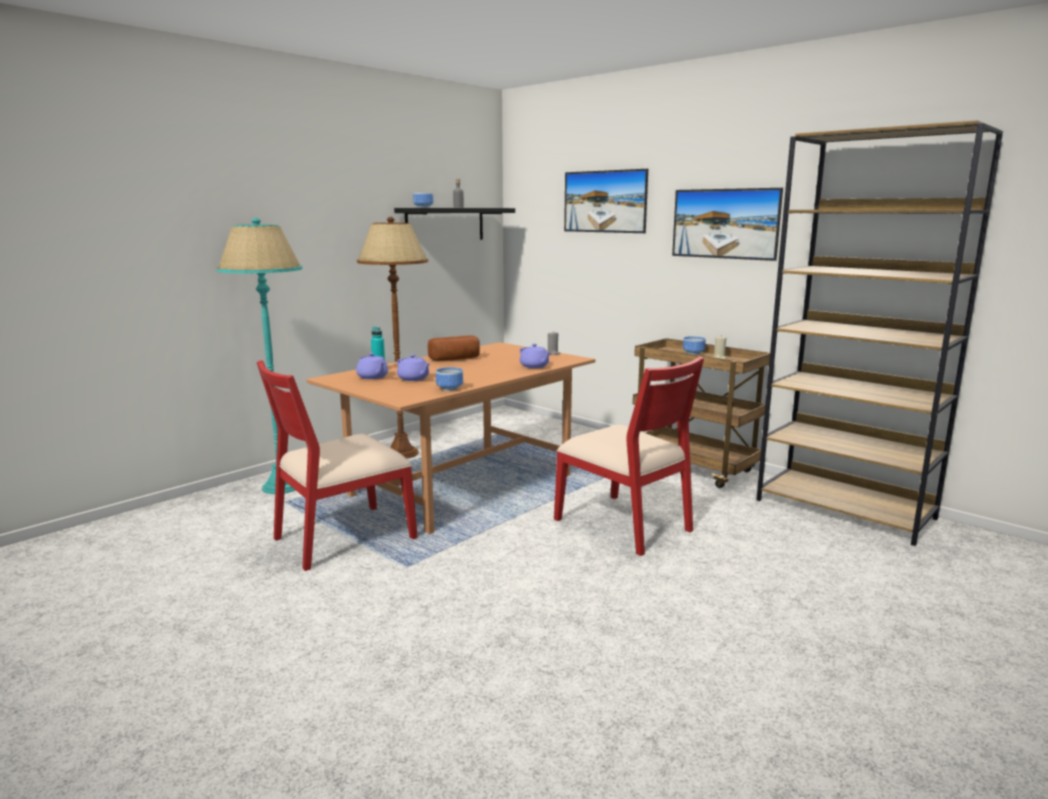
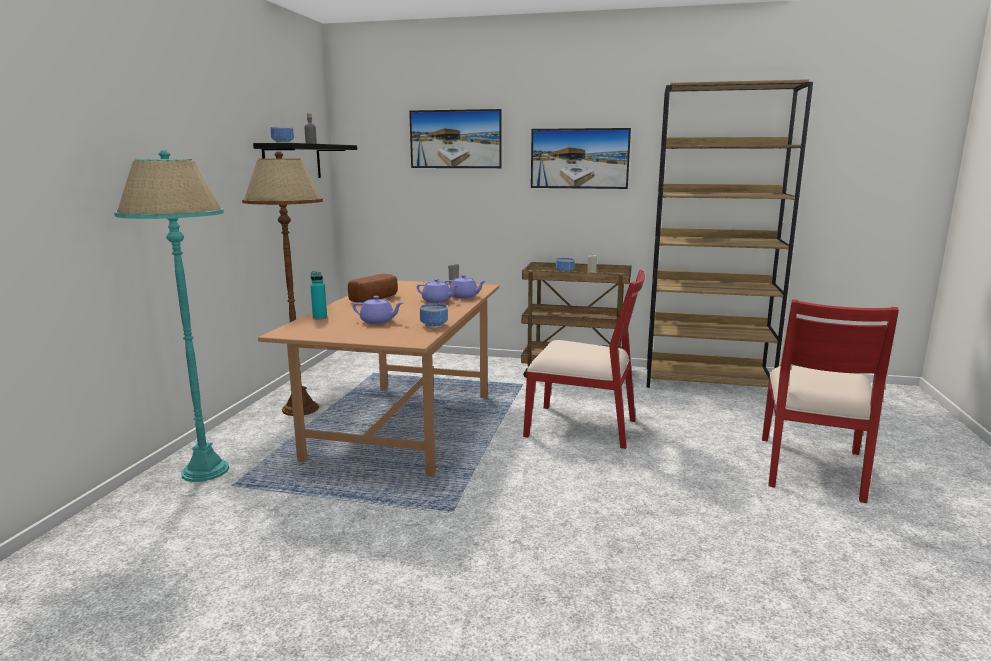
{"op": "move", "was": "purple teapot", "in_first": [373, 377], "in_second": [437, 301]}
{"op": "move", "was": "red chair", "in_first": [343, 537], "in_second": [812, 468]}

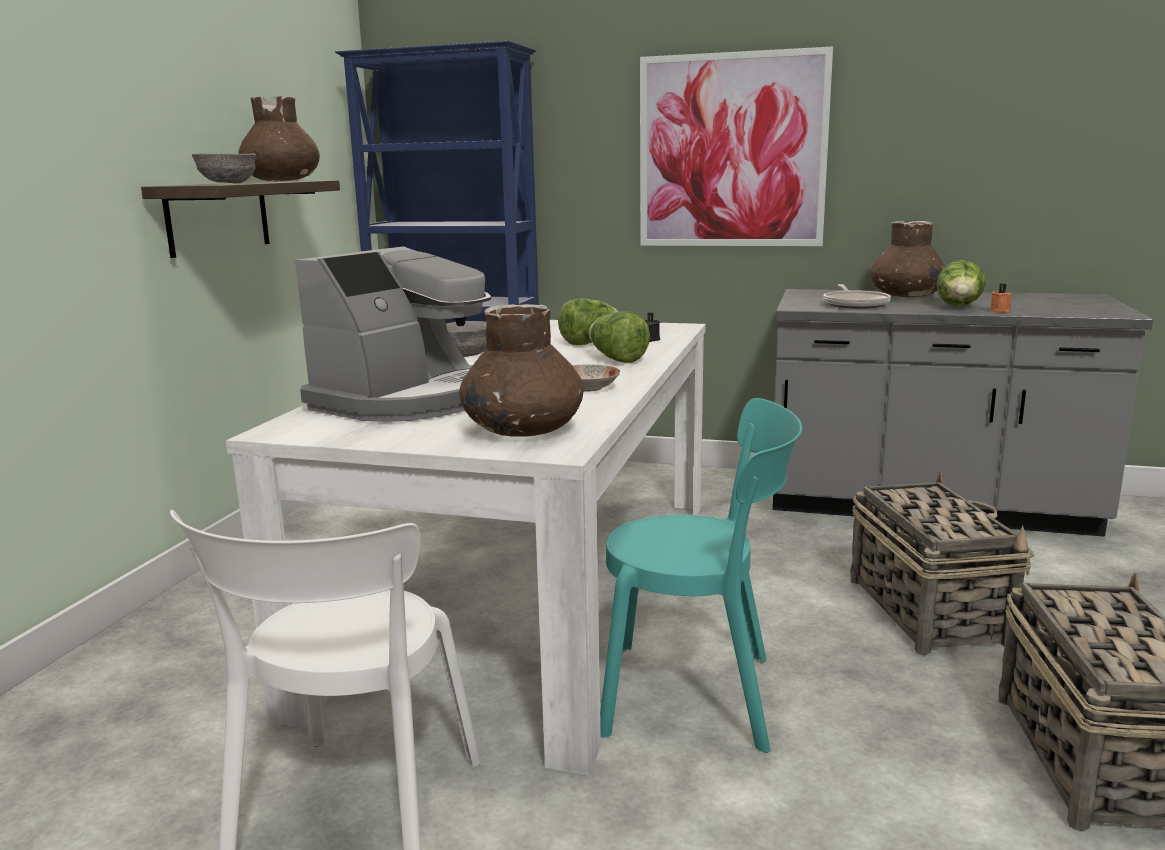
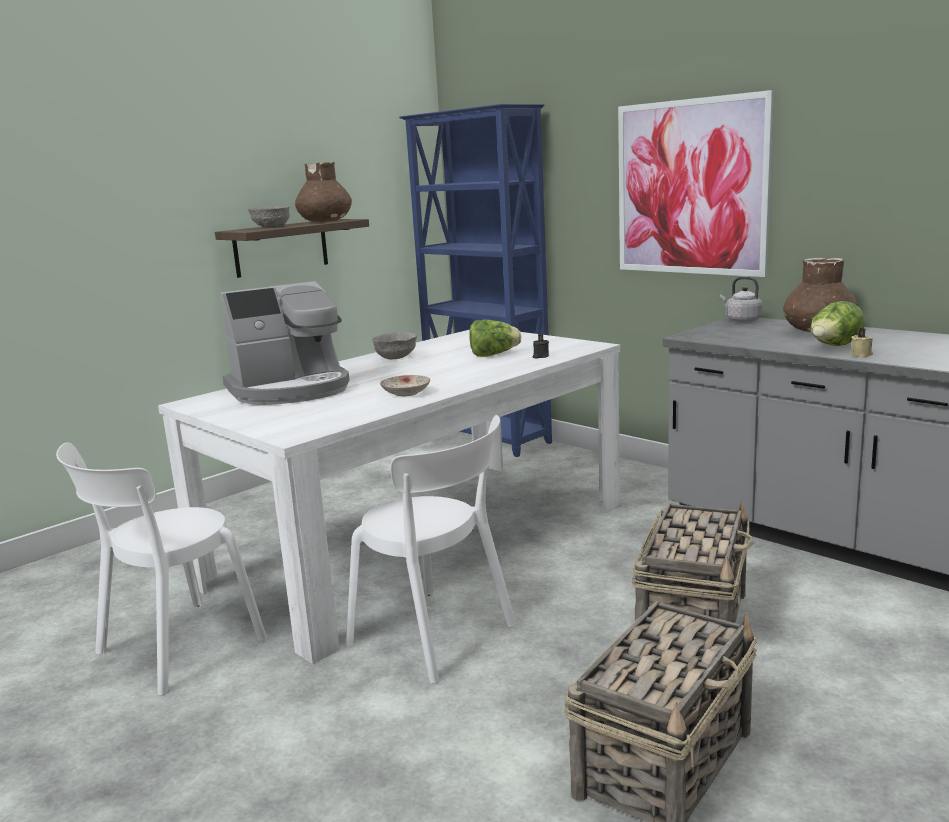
{"op": "recolor", "was": "turquoise chair", "now": "white chair", "in_first": [699, 696], "in_second": [437, 637]}
{"op": "insert", "now": "grey kettle", "in_second": [741, 320]}
{"op": "recolor", "was": "orange candle", "now": "beige candle", "in_first": [1001, 311], "in_second": [861, 355]}
{"op": "delete", "was": "brown vase", "in_first": [523, 430]}
{"op": "delete", "was": "lettuce", "in_first": [616, 359]}
{"op": "delete", "was": "frying pan", "in_first": [855, 304]}

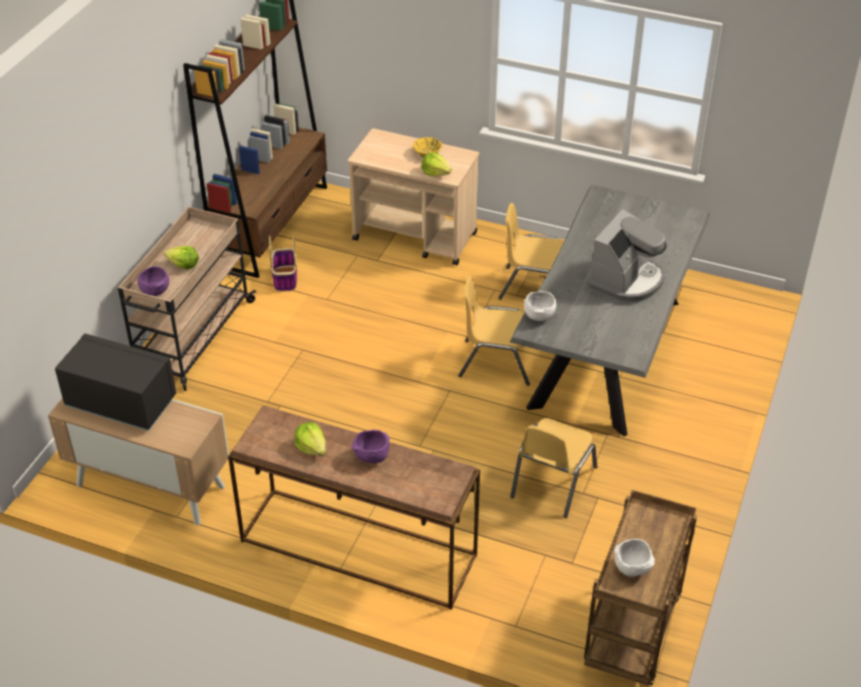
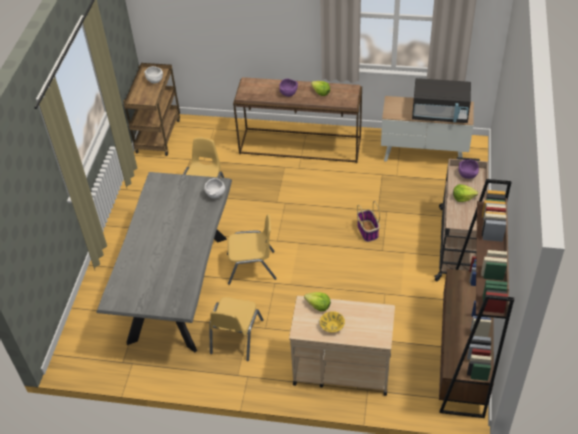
{"op": "rotate", "was": "yellow chair", "in_first": [534, 287], "in_second": [236, 337], "clockwise": 105}
{"op": "move", "was": "basket", "in_first": [285, 278], "in_second": [368, 231]}
{"op": "delete", "was": "coffee machine", "in_first": [626, 280]}

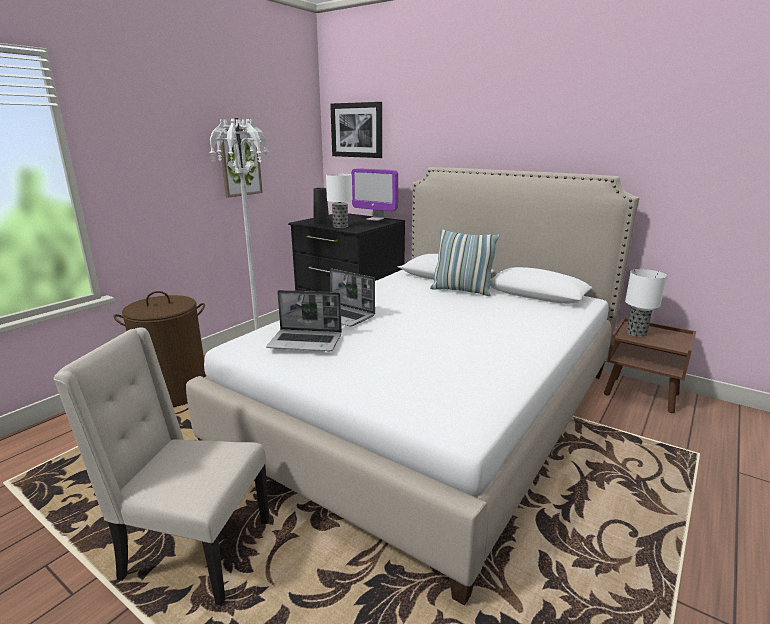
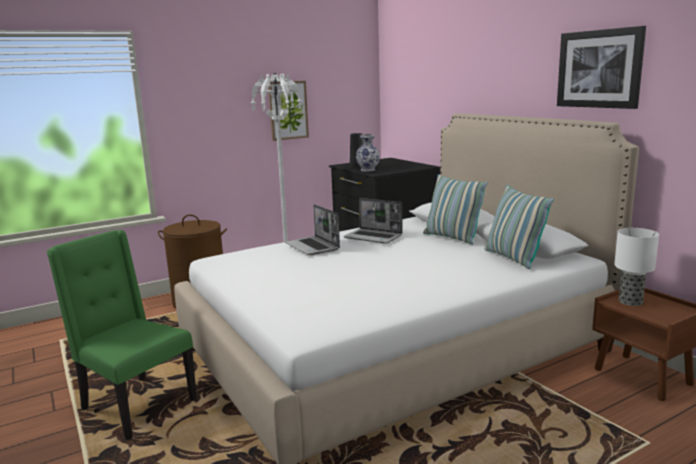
{"op": "recolor", "was": "beige chair", "now": "green chair", "in_first": [193, 551], "in_second": [136, 405]}
{"op": "move", "was": "laptop", "in_first": [306, 342], "in_second": [374, 237]}
{"op": "replace", "was": "table lamp", "now": "vase", "in_first": [340, 226], "in_second": [368, 170]}
{"op": "insert", "now": "pillow", "in_second": [513, 258]}
{"op": "move", "was": "picture", "in_first": [357, 130], "in_second": [599, 69]}
{"op": "delete", "was": "monitor", "in_first": [375, 219]}

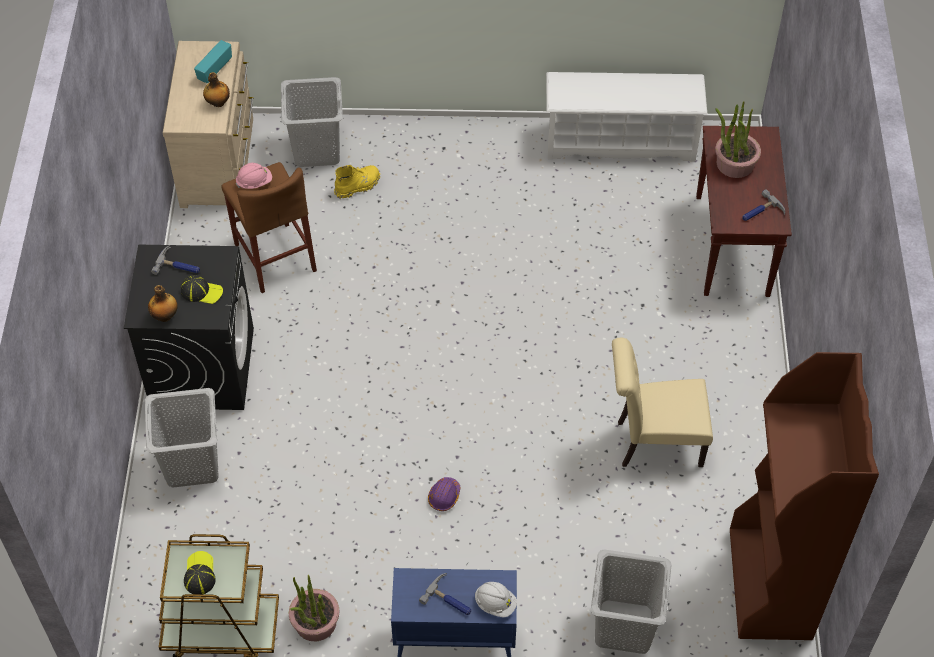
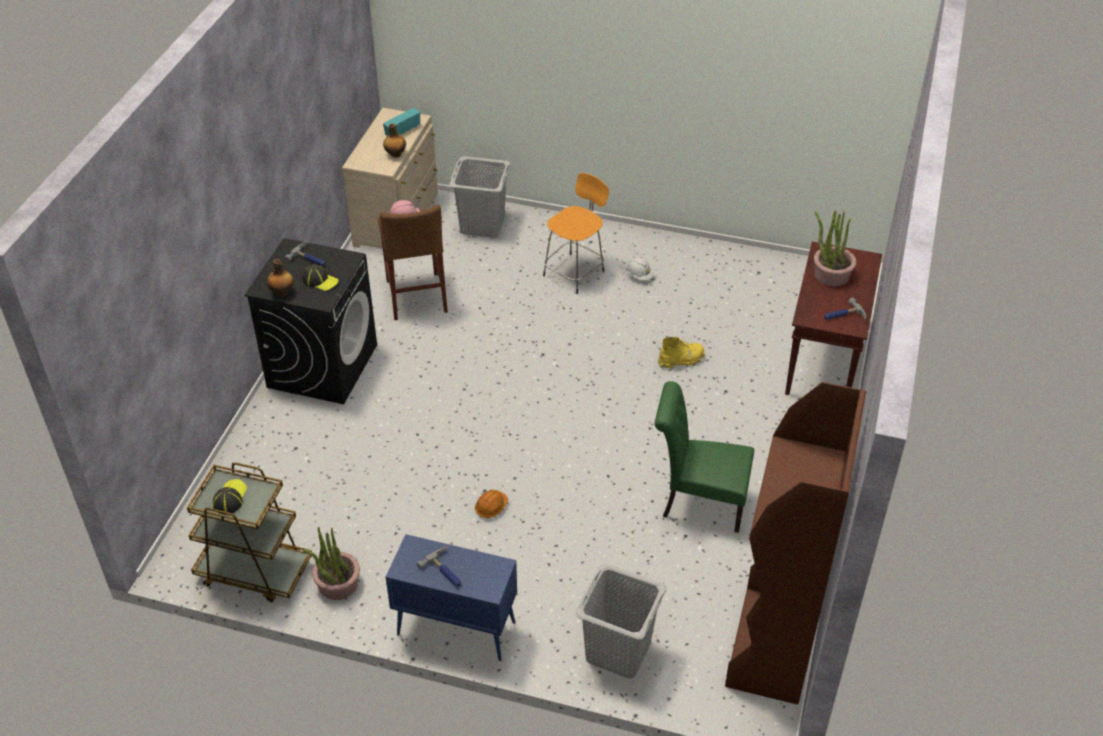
{"op": "recolor", "was": "purple hard hat", "now": "orange hard hat", "in_first": [444, 496], "in_second": [491, 507]}
{"op": "insert", "now": "orange stool", "in_second": [575, 272]}
{"op": "move", "was": "white hard hat", "in_first": [495, 603], "in_second": [639, 275]}
{"op": "recolor", "was": "beige chair", "now": "green chair", "in_first": [653, 443], "in_second": [698, 503]}
{"op": "move", "was": "yellow boot", "in_first": [358, 186], "in_second": [681, 360]}
{"op": "delete", "was": "grey laundry basket", "in_first": [191, 463]}
{"op": "delete", "was": "white shoe rack", "in_first": [620, 141]}

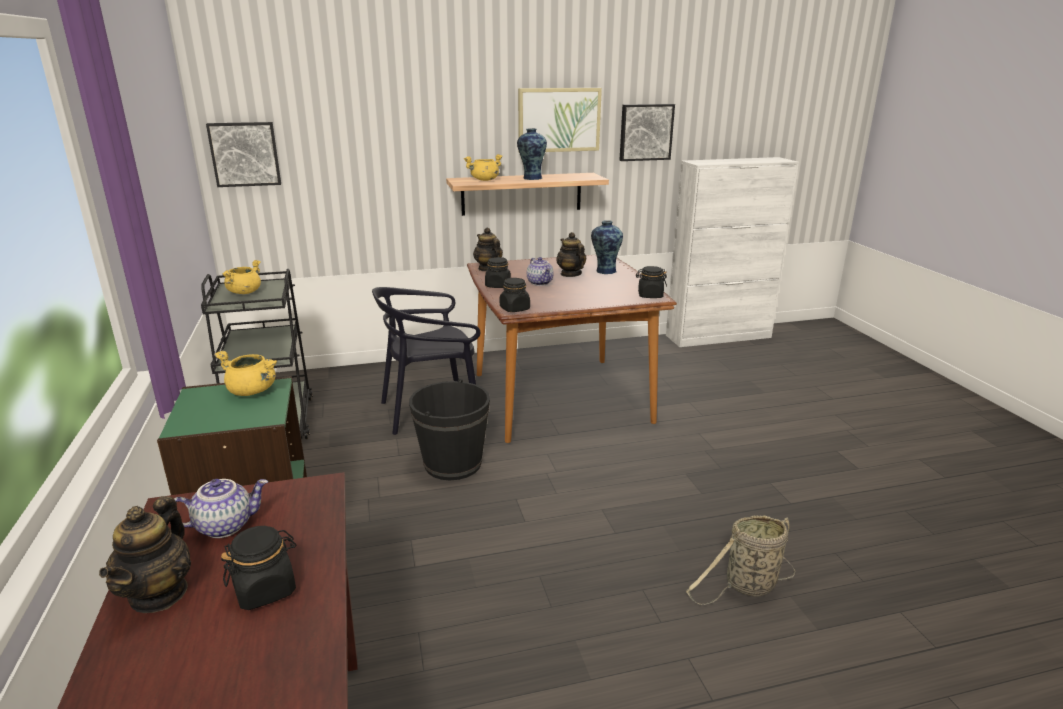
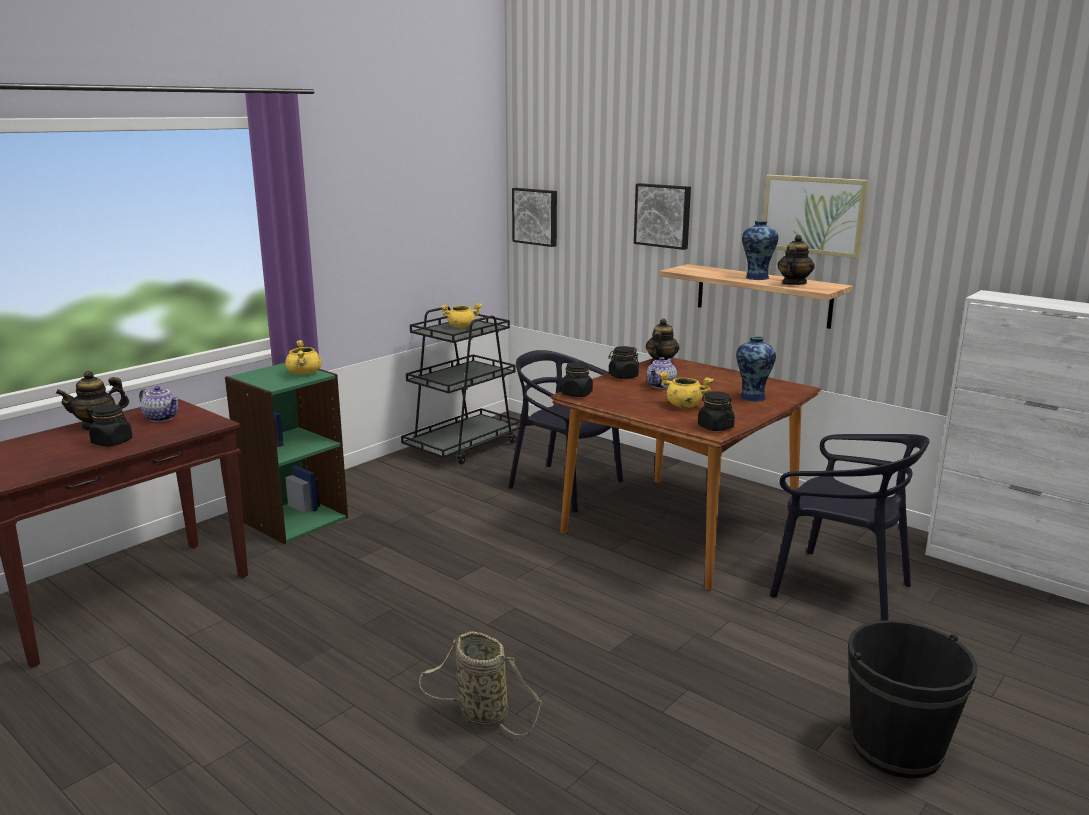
{"op": "move", "was": "picture", "in_first": [645, 132], "in_second": [663, 215]}
{"op": "move", "was": "yellow cooking pot", "in_first": [484, 180], "in_second": [683, 405]}
{"op": "insert", "now": "black chair", "in_second": [839, 588]}
{"op": "move", "was": "teapot", "in_first": [570, 274], "in_second": [793, 283]}
{"op": "move", "was": "black bucket", "in_first": [453, 464], "in_second": [896, 748]}

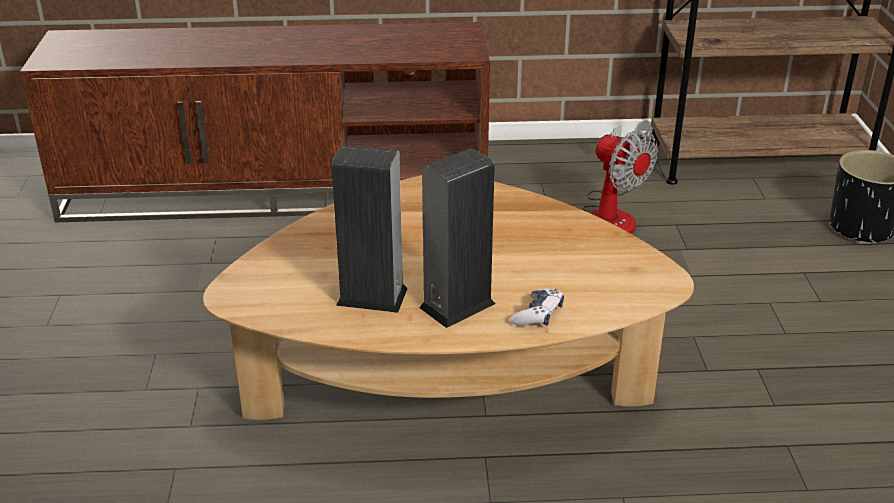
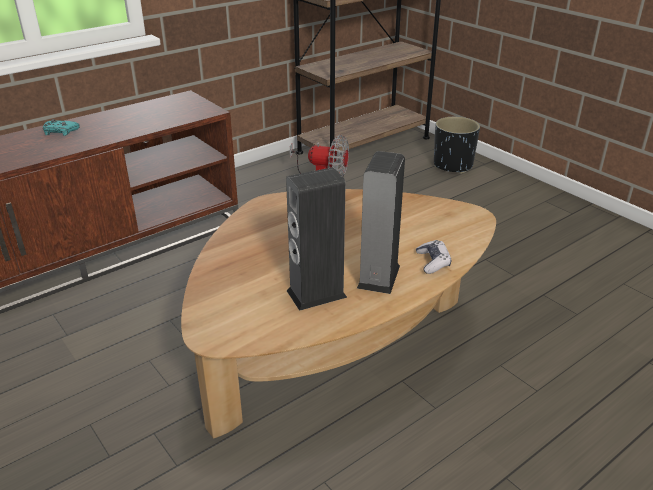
{"op": "insert", "now": "turquoise game controller", "in_second": [60, 132]}

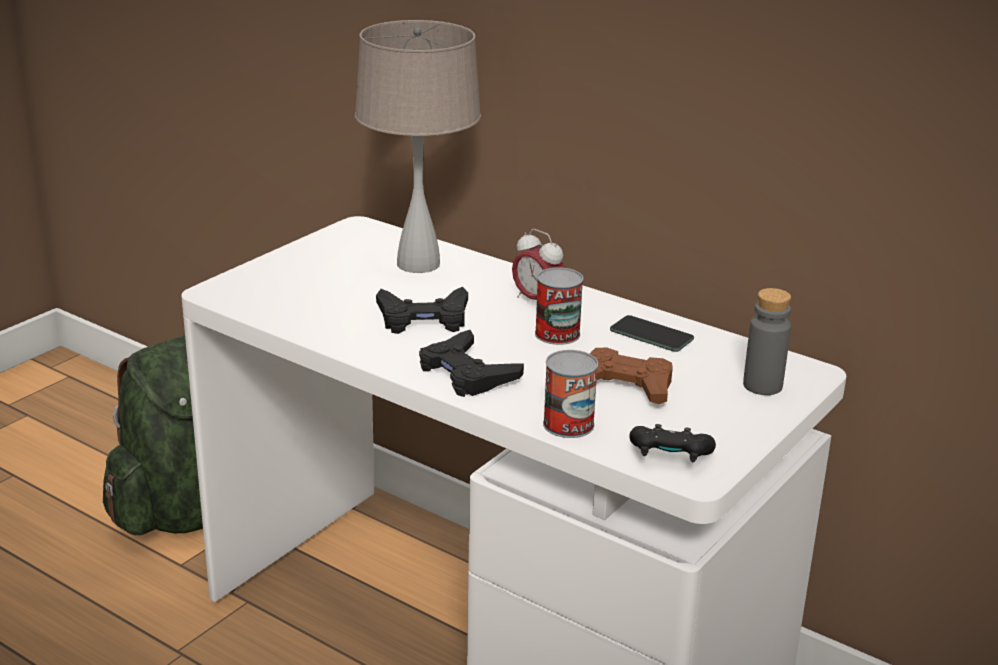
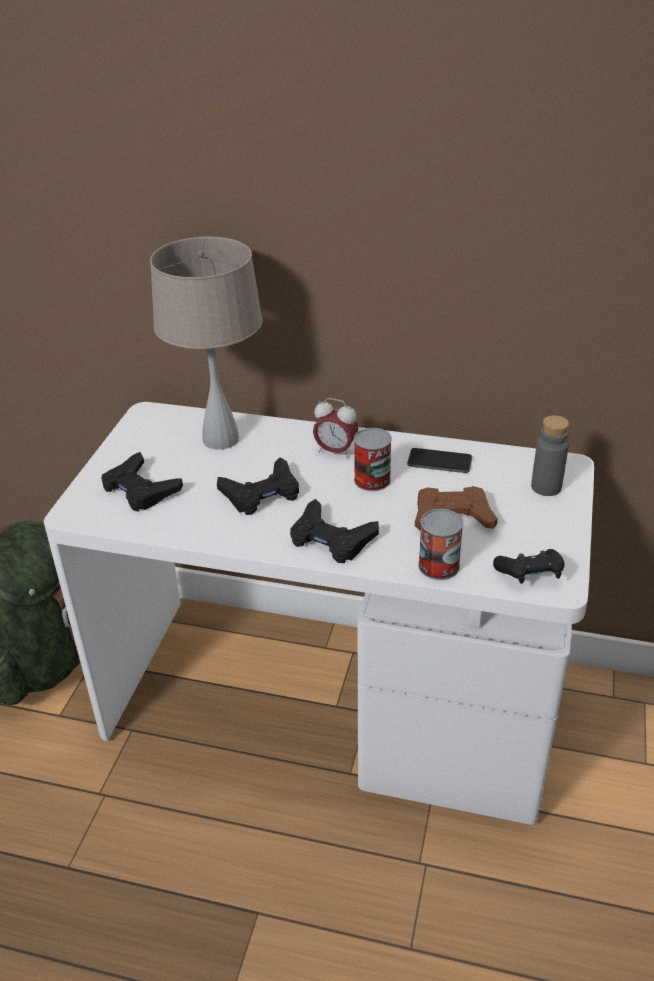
{"op": "insert", "now": "black game controller", "in_second": [140, 489]}

